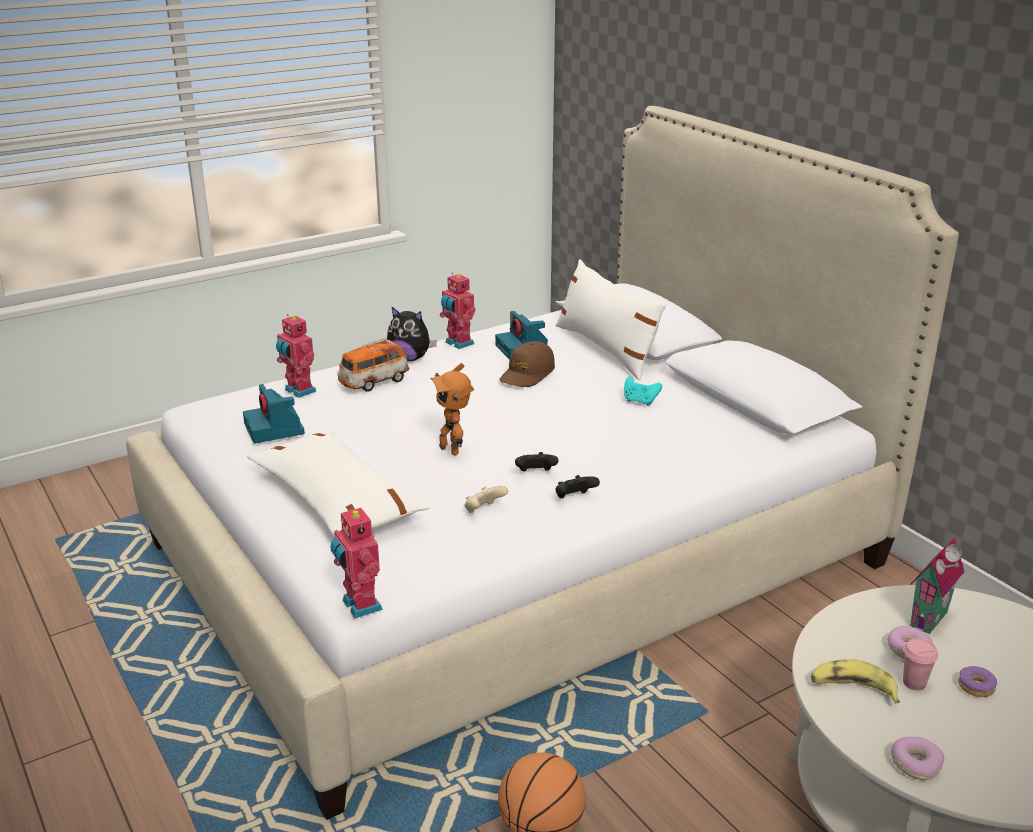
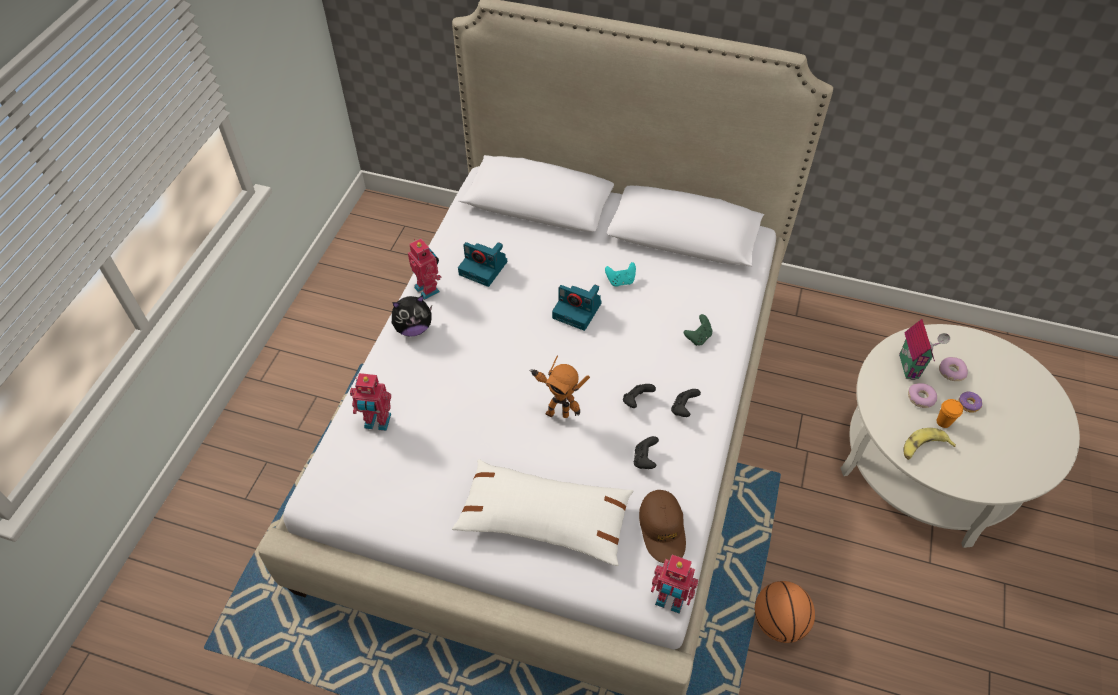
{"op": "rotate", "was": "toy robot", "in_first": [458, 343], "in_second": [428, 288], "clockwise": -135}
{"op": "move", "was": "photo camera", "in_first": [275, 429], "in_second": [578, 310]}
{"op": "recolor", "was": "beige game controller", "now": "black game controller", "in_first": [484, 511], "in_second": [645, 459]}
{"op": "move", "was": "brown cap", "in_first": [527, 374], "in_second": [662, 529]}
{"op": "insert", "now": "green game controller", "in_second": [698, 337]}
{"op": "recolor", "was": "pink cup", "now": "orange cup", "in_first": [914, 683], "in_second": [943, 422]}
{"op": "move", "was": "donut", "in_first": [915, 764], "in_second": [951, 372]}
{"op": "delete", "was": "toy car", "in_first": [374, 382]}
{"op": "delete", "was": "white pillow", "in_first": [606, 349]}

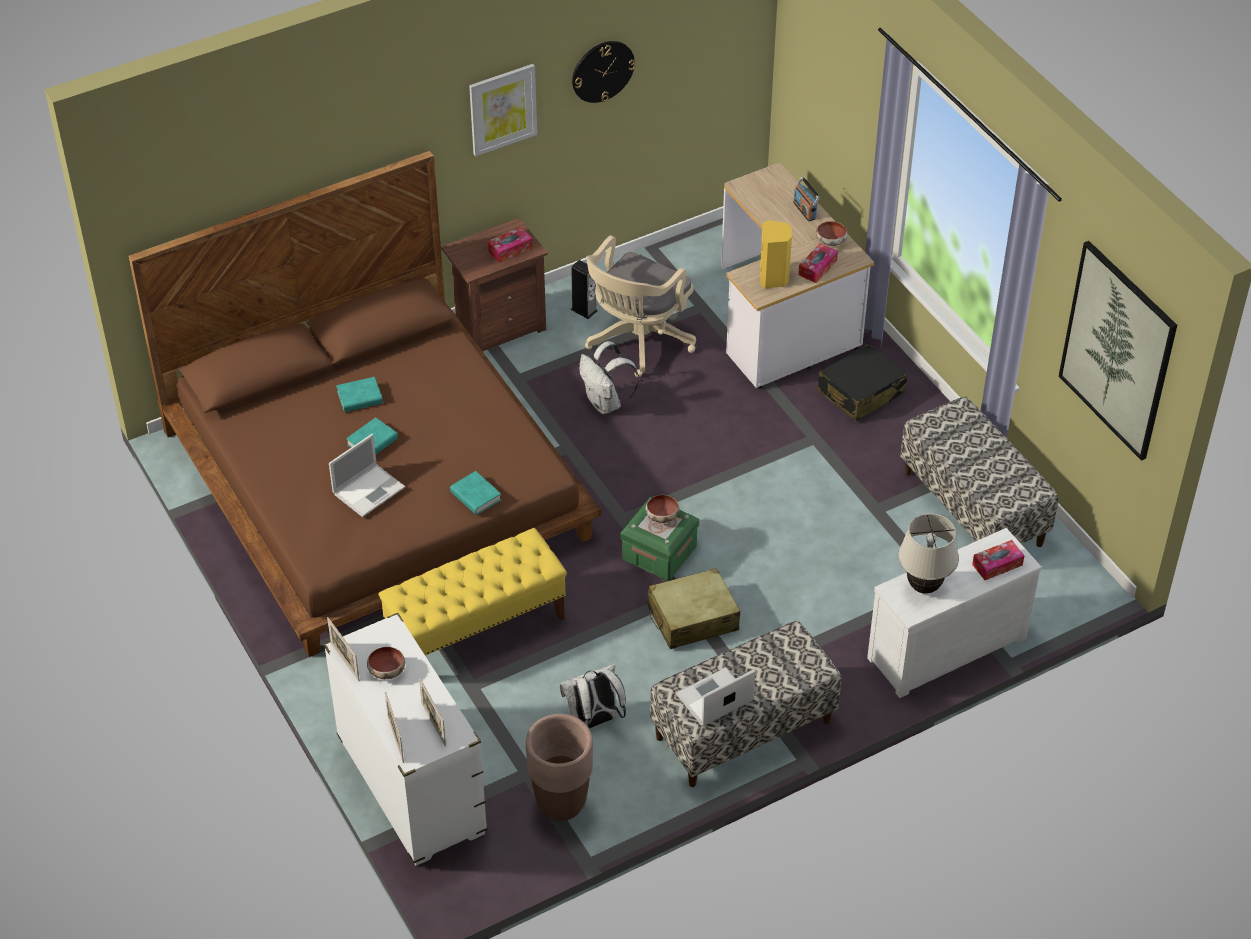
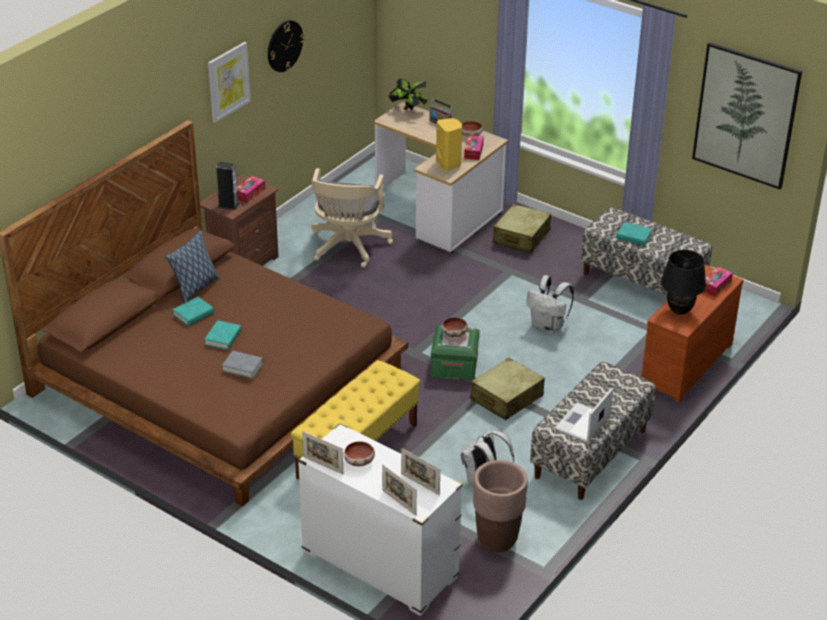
{"op": "insert", "now": "pillow", "in_second": [195, 288]}
{"op": "move", "was": "speaker", "in_first": [584, 310], "in_second": [228, 205]}
{"op": "replace", "was": "laptop", "now": "grey book", "in_first": [369, 490], "in_second": [243, 367]}
{"op": "insert", "now": "potted plant", "in_second": [408, 110]}
{"op": "recolor", "was": "black suitcase", "now": "beige suitcase", "in_first": [860, 393], "in_second": [521, 237]}
{"op": "move", "was": "white backpack", "in_first": [606, 403], "in_second": [548, 327]}
{"op": "move", "was": "turquoise book", "in_first": [475, 496], "in_second": [634, 237]}
{"op": "recolor", "was": "white dresser", "now": "brown dresser", "in_first": [944, 645], "in_second": [684, 363]}
{"op": "recolor", "was": "beige table lamp", "now": "black table lamp", "in_first": [923, 587], "in_second": [679, 311]}

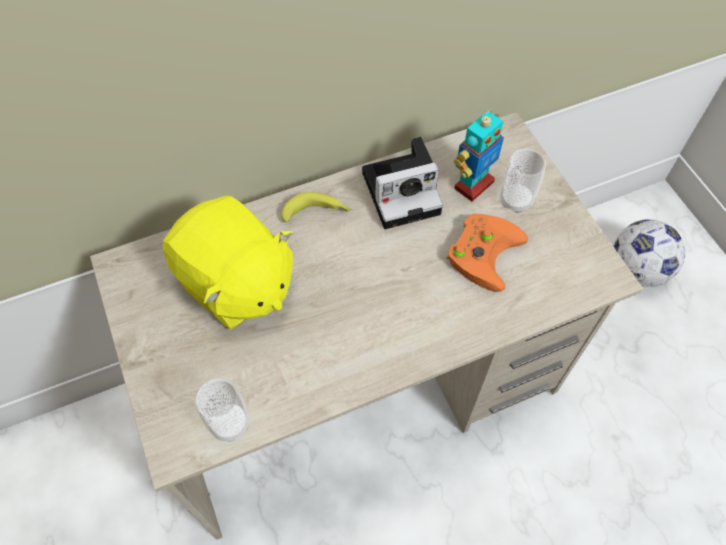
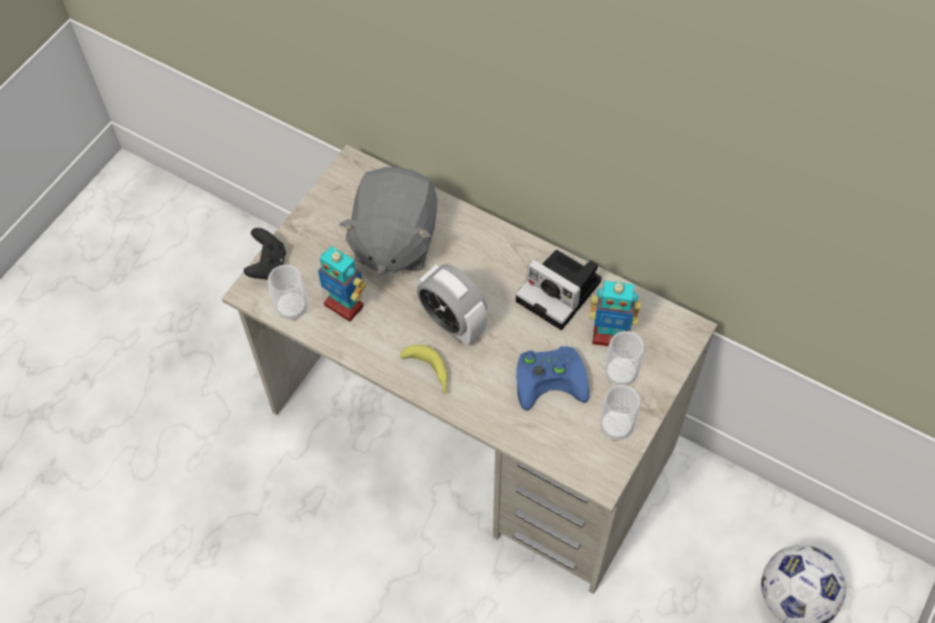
{"op": "insert", "now": "black game controller", "in_second": [268, 266]}
{"op": "insert", "now": "toy robot", "in_second": [344, 305]}
{"op": "recolor", "was": "yellow plush toy", "now": "grey plush toy", "in_first": [236, 283], "in_second": [393, 241]}
{"op": "move", "was": "banana", "in_first": [317, 213], "in_second": [429, 373]}
{"op": "insert", "now": "alarm clock", "in_second": [452, 323]}
{"op": "recolor", "was": "orange game controller", "now": "blue game controller", "in_first": [483, 250], "in_second": [552, 377]}
{"op": "insert", "now": "cup", "in_second": [616, 427]}

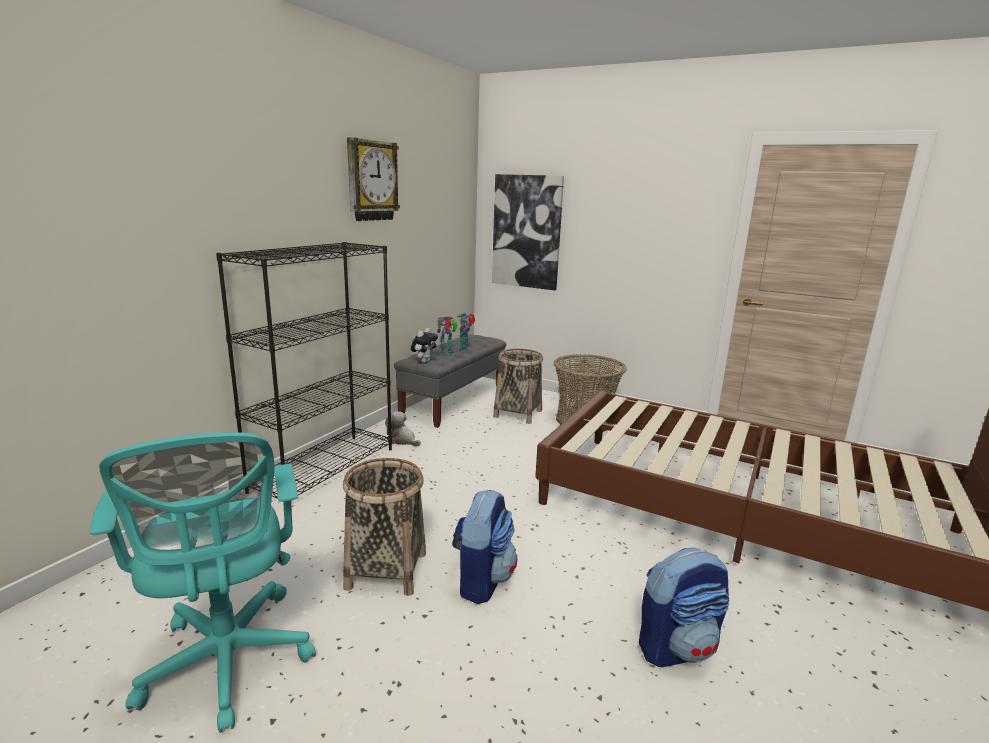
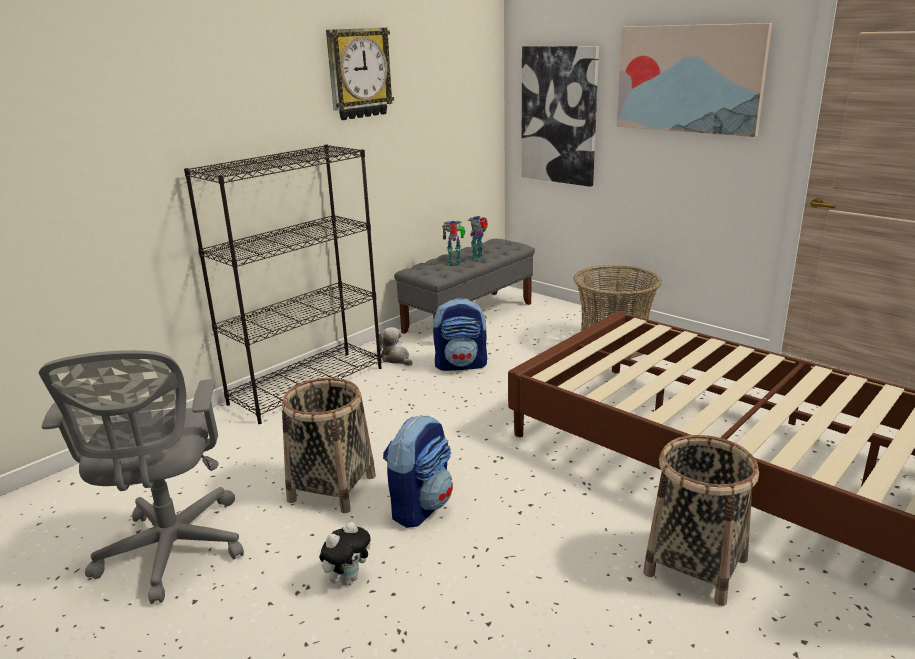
{"op": "recolor", "was": "turquoise office chair", "now": "grey office chair", "in_first": [228, 664], "in_second": [171, 552]}
{"op": "move", "was": "plush toy", "in_first": [424, 361], "in_second": [348, 578]}
{"op": "move", "was": "backpack", "in_first": [677, 648], "in_second": [461, 365]}
{"op": "insert", "now": "picture", "in_second": [689, 79]}
{"op": "move", "was": "basket", "in_first": [518, 414], "in_second": [696, 566]}

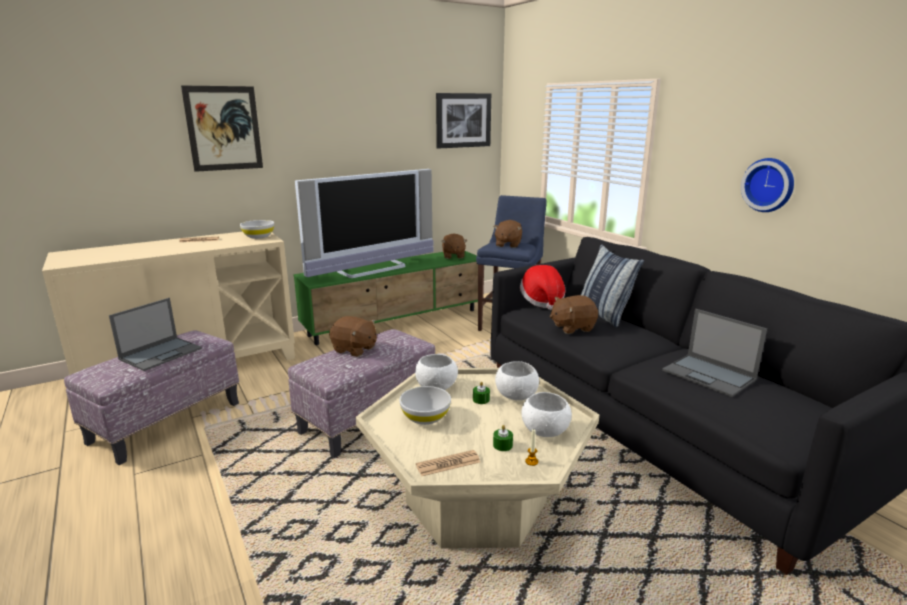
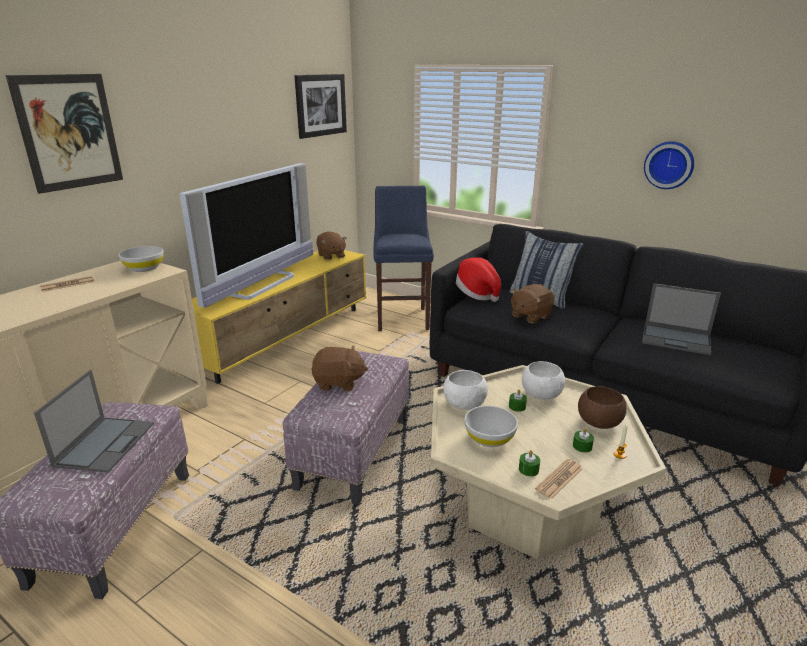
{"op": "recolor", "was": "green tv stand", "now": "yellow tv stand", "in_first": [397, 322], "in_second": [287, 338]}
{"op": "insert", "now": "green candle", "in_second": [528, 469]}
{"op": "recolor", "was": "white bowl", "now": "brown bowl", "in_first": [544, 430], "in_second": [598, 422]}
{"op": "delete", "was": "brown plush toy", "in_first": [507, 244]}

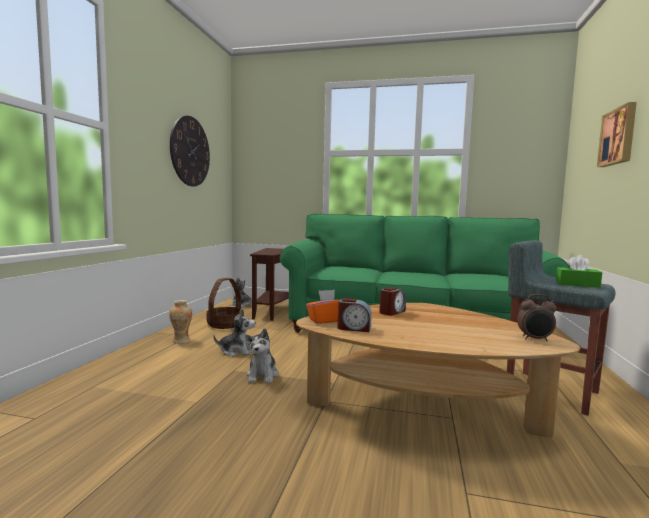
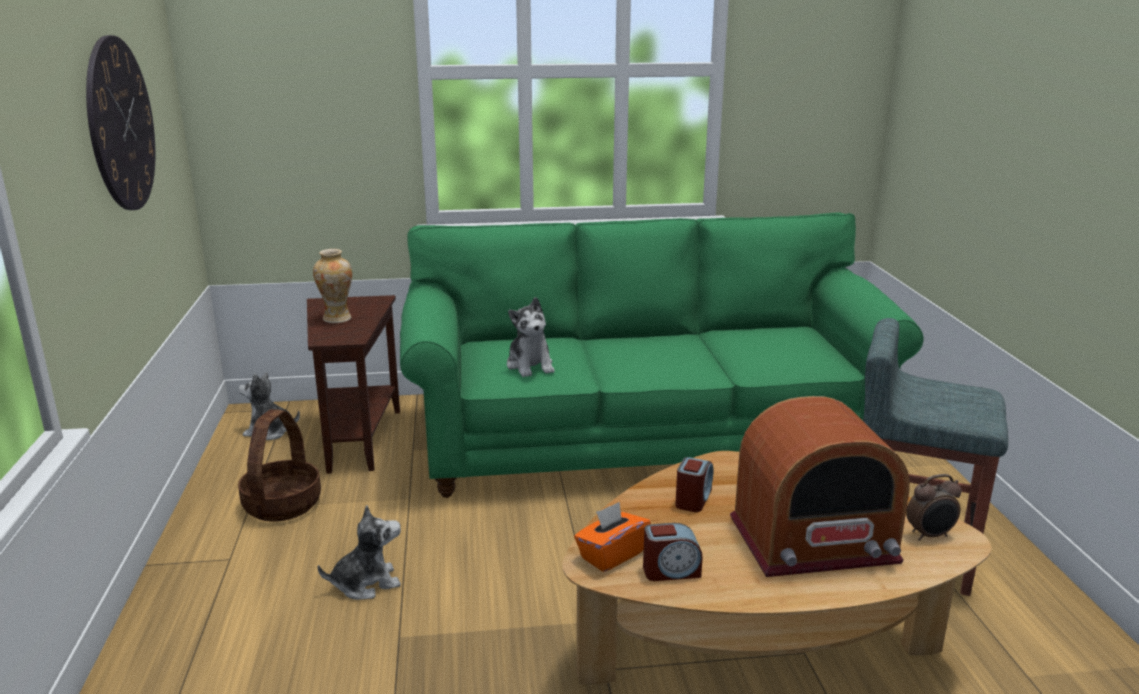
{"op": "move", "was": "vase", "in_first": [181, 341], "in_second": [337, 319]}
{"op": "move", "was": "plush toy", "in_first": [262, 375], "in_second": [530, 365]}
{"op": "insert", "now": "radio", "in_second": [813, 541]}
{"op": "delete", "was": "green tissue box", "in_first": [577, 284]}
{"op": "delete", "was": "picture", "in_first": [618, 137]}

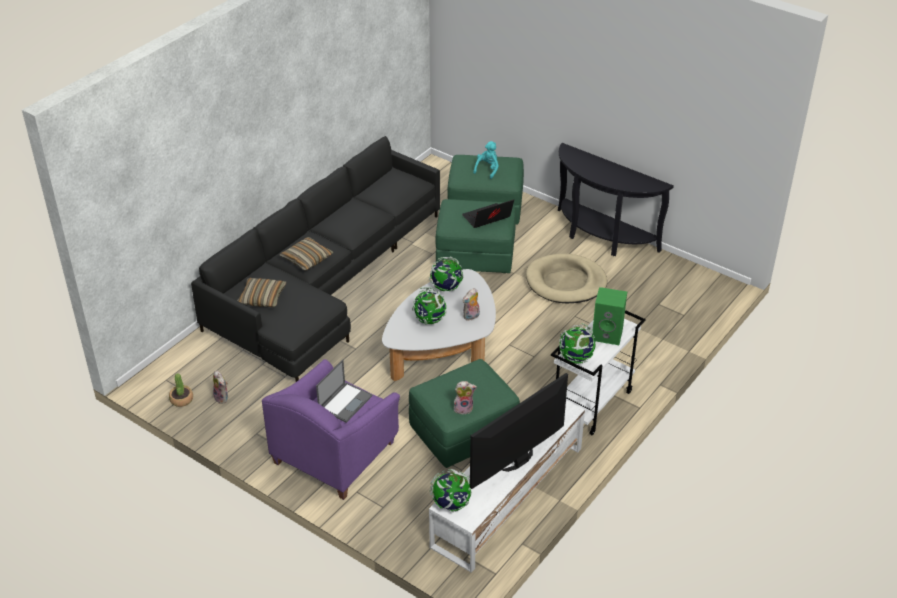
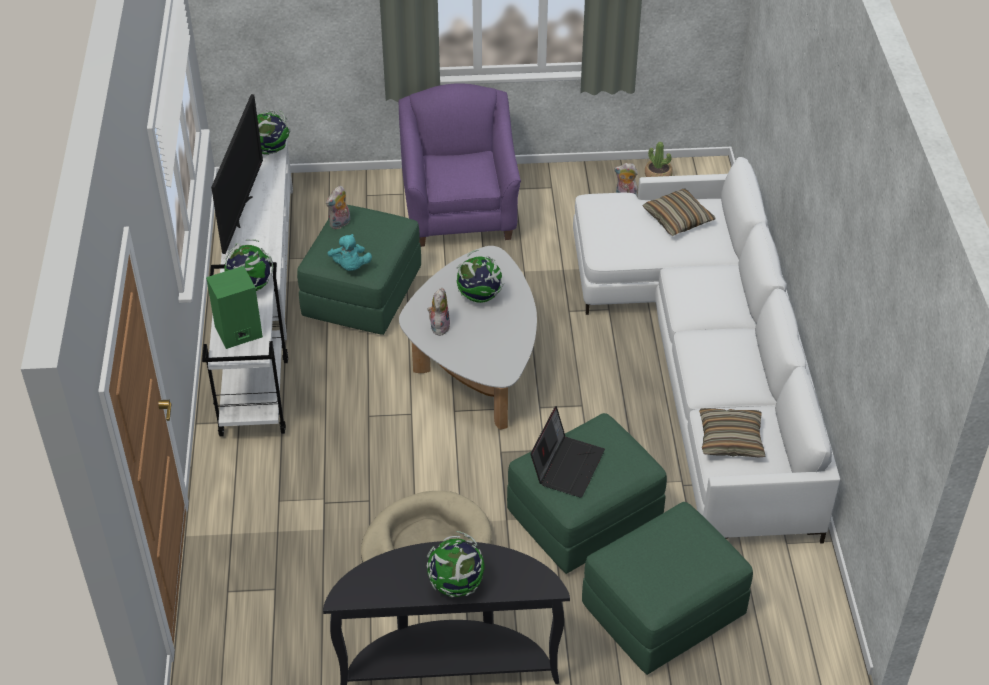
{"op": "move", "was": "turquoise plush toy", "in_first": [487, 169], "in_second": [350, 266]}
{"op": "move", "was": "globe", "in_first": [446, 288], "in_second": [456, 584]}
{"op": "recolor", "was": "black sofa", "now": "white sofa", "in_first": [323, 283], "in_second": [705, 362]}
{"op": "move", "was": "pillow", "in_first": [307, 259], "in_second": [730, 439]}
{"op": "delete", "was": "laptop", "in_first": [345, 402]}

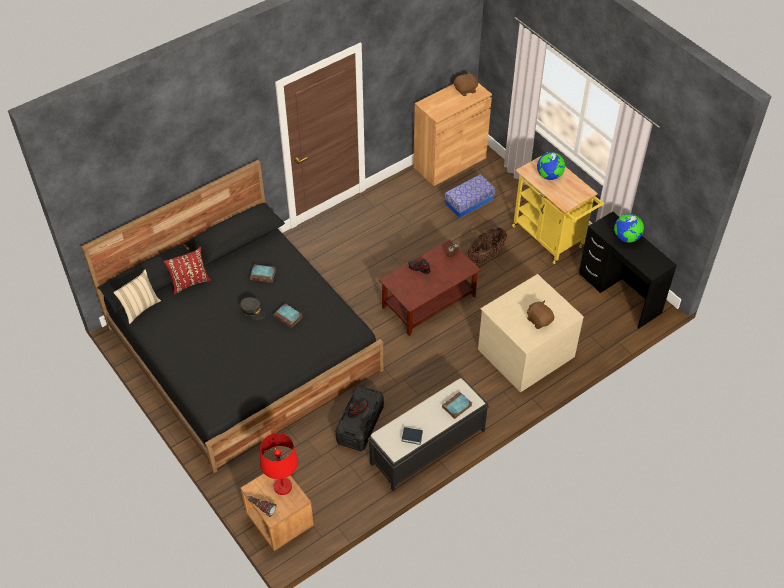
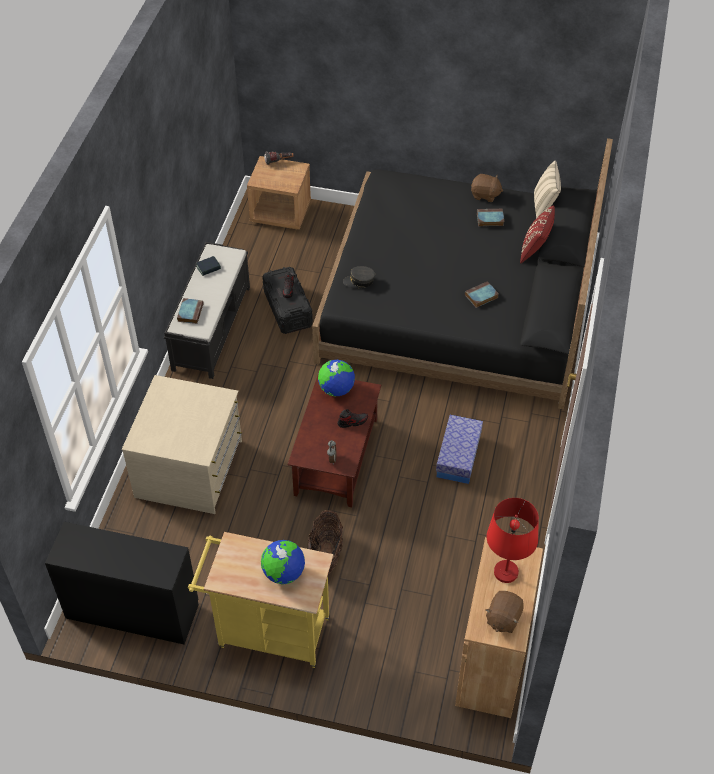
{"op": "move", "was": "globe", "in_first": [626, 237], "in_second": [336, 389]}
{"op": "move", "was": "grey cap", "in_first": [253, 311], "in_second": [359, 281]}
{"op": "move", "was": "storage box", "in_first": [469, 202], "in_second": [458, 456]}
{"op": "move", "was": "brown plush toy", "in_first": [539, 320], "in_second": [485, 195]}
{"op": "move", "was": "book", "in_first": [288, 317], "in_second": [489, 219]}
{"op": "move", "was": "red table lamp", "in_first": [283, 486], "in_second": [506, 572]}

